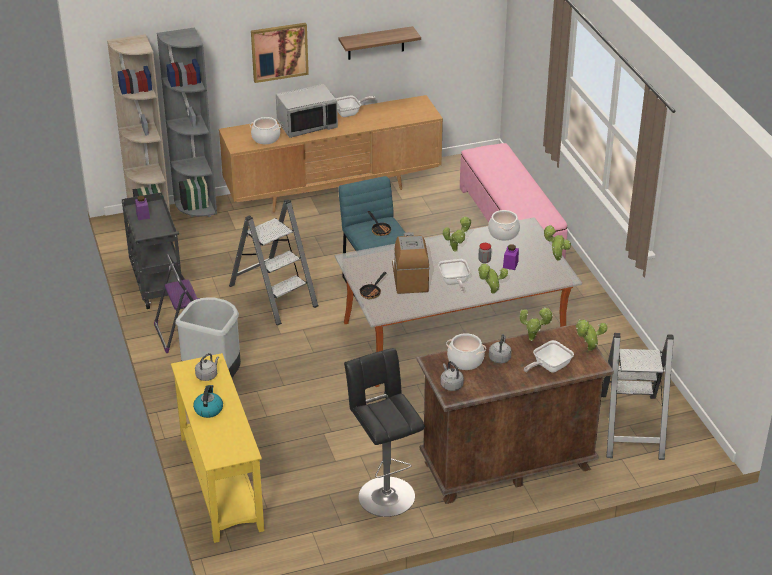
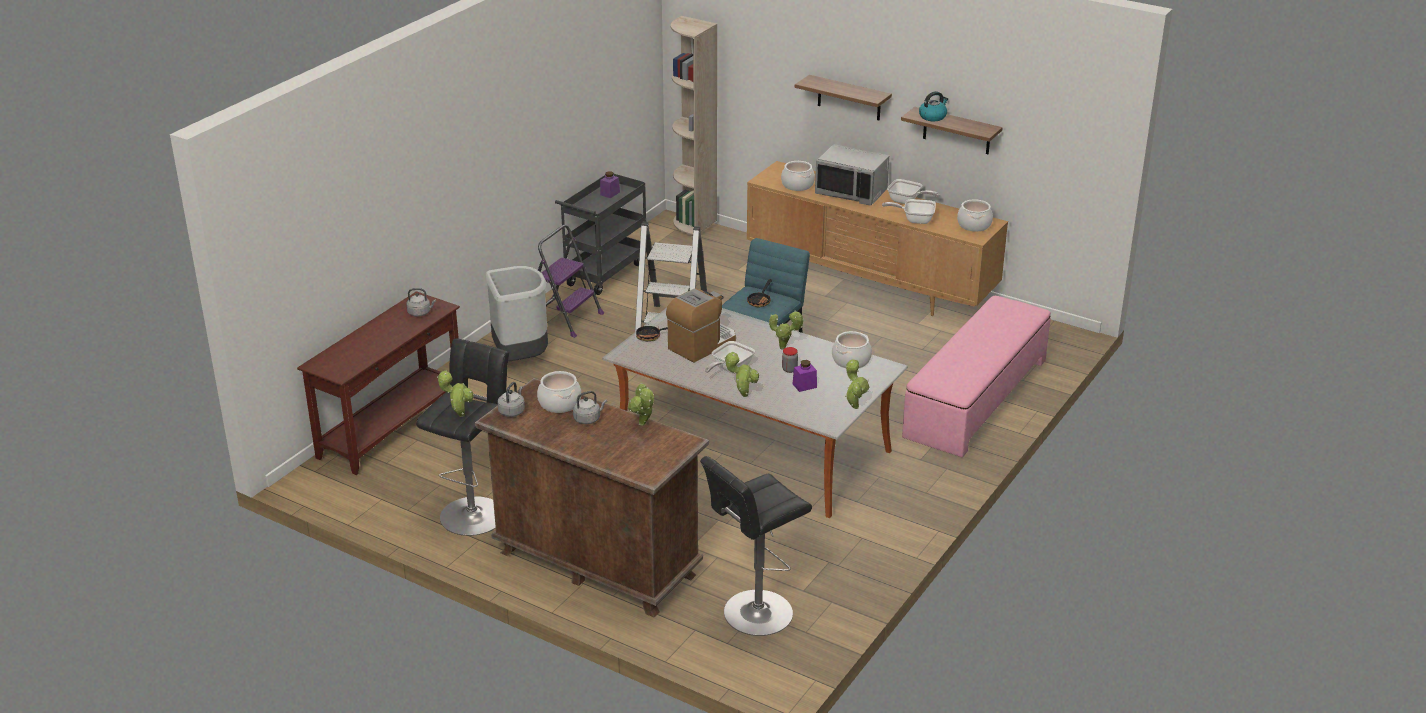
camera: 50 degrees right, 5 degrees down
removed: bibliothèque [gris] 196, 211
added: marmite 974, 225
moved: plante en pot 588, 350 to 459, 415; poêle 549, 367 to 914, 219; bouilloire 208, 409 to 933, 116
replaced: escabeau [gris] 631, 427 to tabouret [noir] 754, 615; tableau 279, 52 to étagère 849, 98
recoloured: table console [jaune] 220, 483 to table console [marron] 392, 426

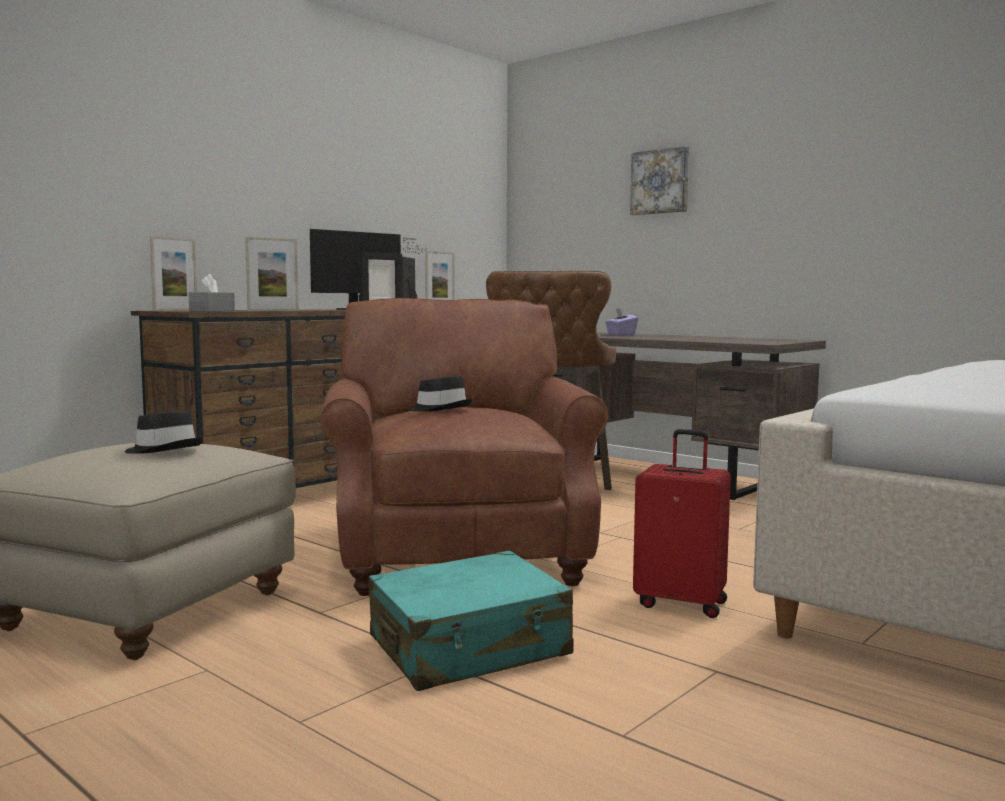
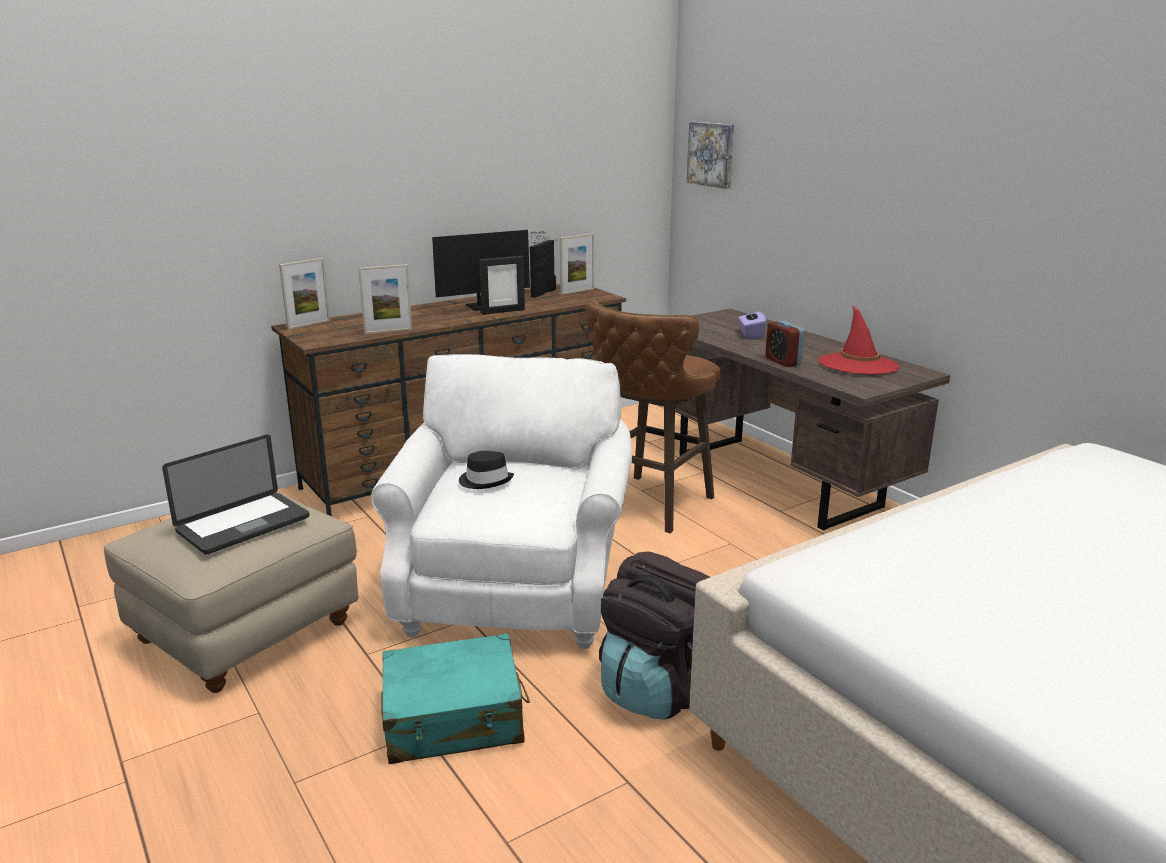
camera: 15 degrees right, 15 degrees up
removed: boîte à mouchoirs [gris] 212, 311
added: réveil 783, 361; chapeau [rouge] 858, 365
moved: tableau 660, 182 to 712, 154
replaced: chapeau [noir] 164, 450 to ordinateur portable 243, 525; valise [rouge] 681, 603 to sac à dos [noir] 660, 687
recoloured: fauteuil [marron] 457, 553 to fauteuil [blanc] 514, 586

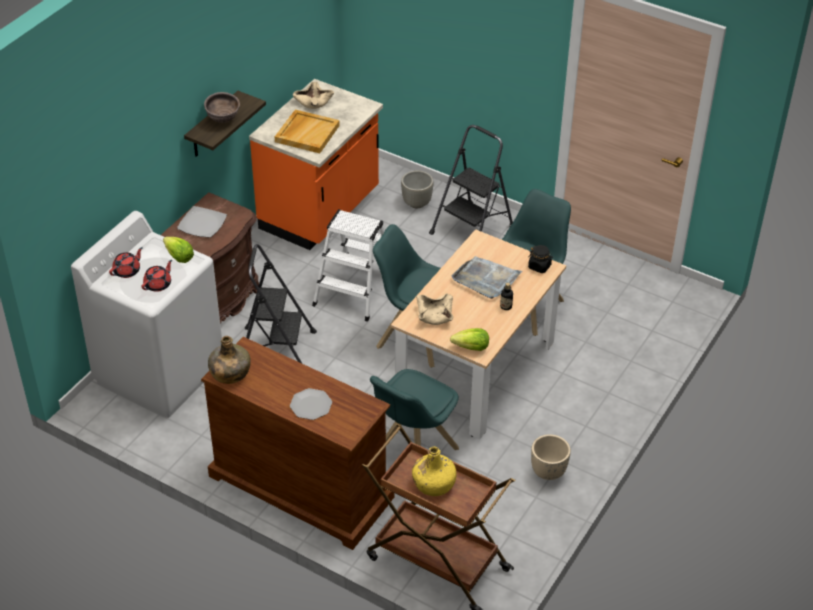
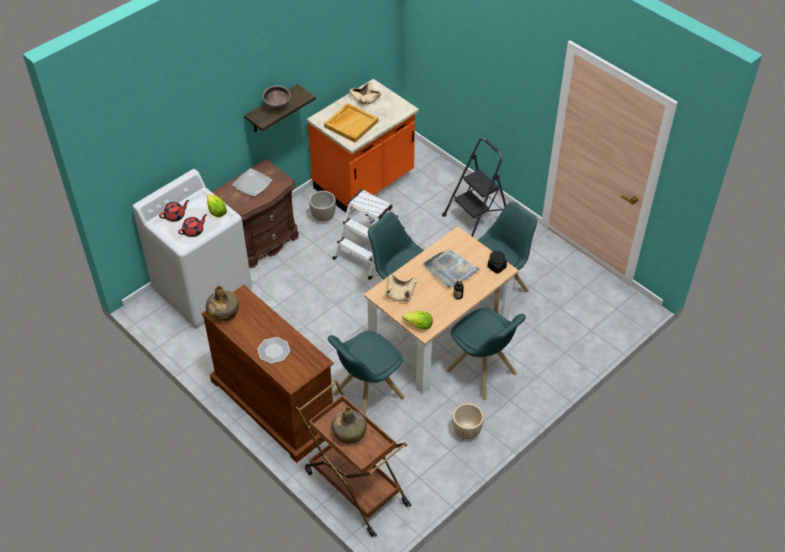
camera: 15 degrees right, 5 degrees up
removed: escabeau [noir] 273, 349
added: chaise [turquoise] 482, 372
moved: cache-pot [gris] 417, 203 to 323, 217
recoloured: bouteille [jaune] 434, 483 to bouteille [vert] 349, 432

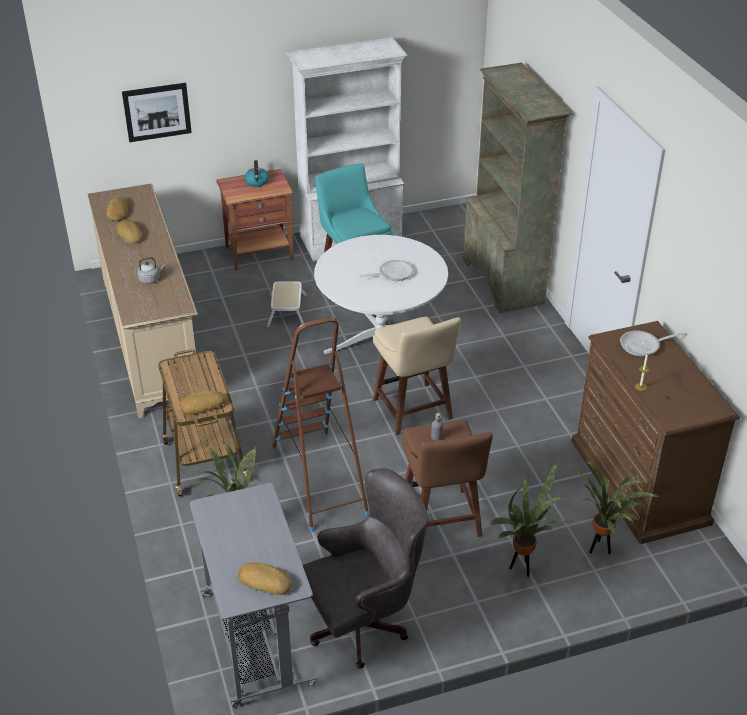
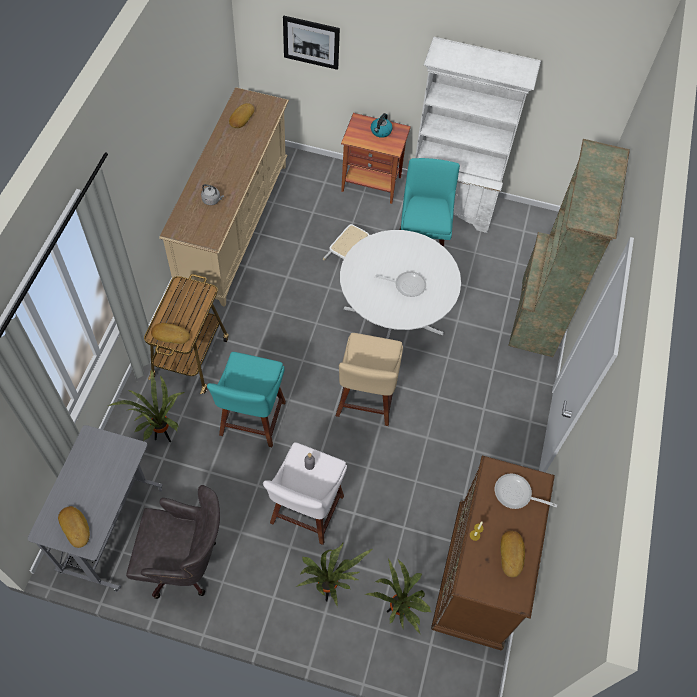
camera: 30 degrees right, 20 degrees up
moved: pain 130, 234 to 512, 554
replaced: escabeau [marron] 318, 479 to tabouret [turquoise] 251, 421
recoloured: tabouret [marron] 441, 521 to tabouret [blanc] 305, 512

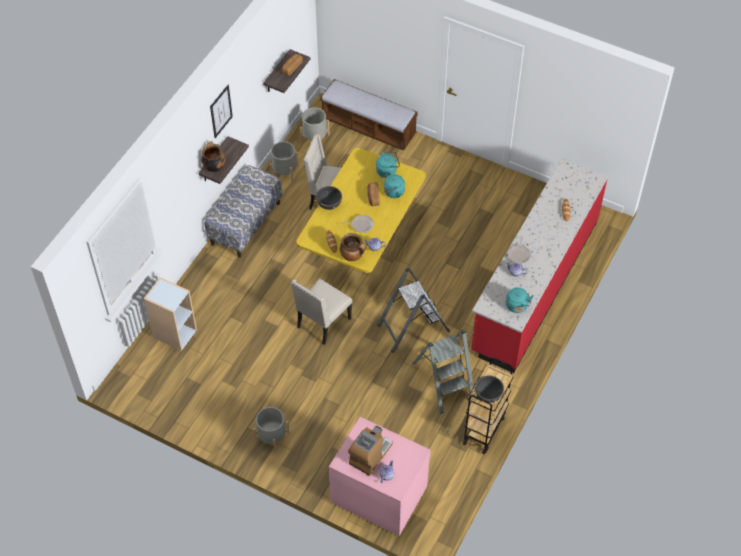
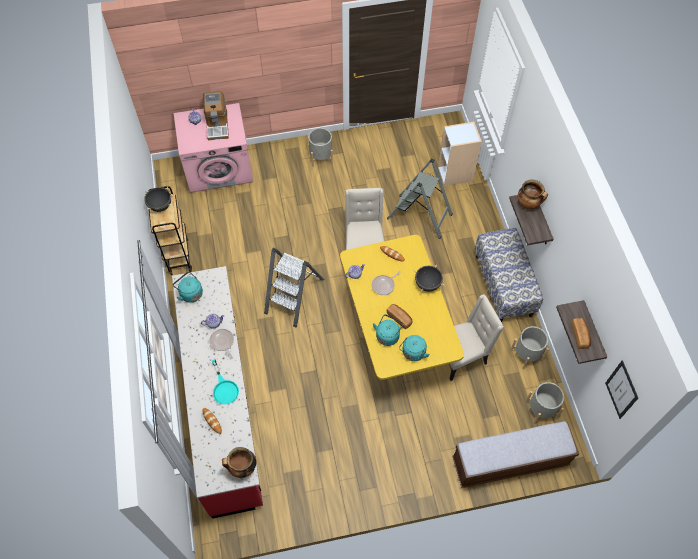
camera: 140 degrees right, 5 degrees up
added: poêle [turquoise] 224, 388
moved: marmite 352, 256 to 242, 468; escabeau [gris] 443, 380 to 420, 216; tableau 221, 111 to 621, 390

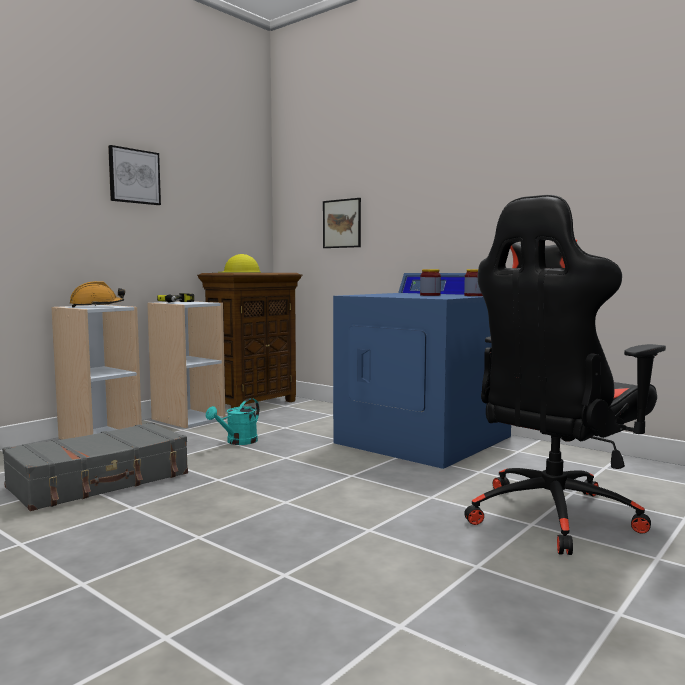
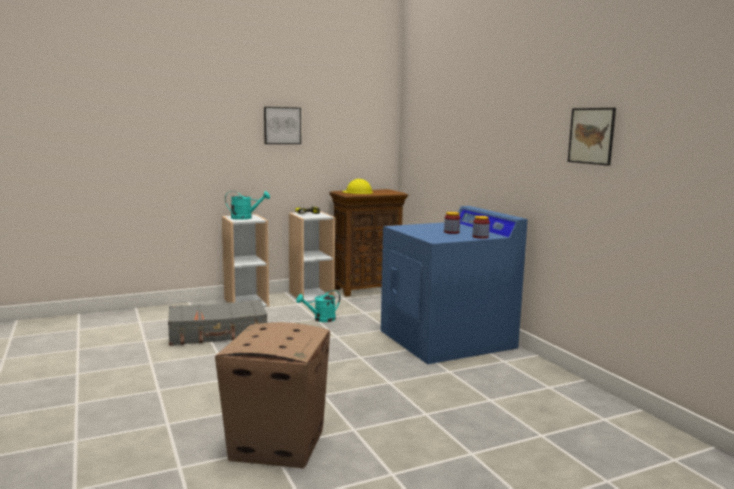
camera: 25 degrees right, 5 degrees up
removed: chaise de bureau [noir] 559, 512
added: carton 278, 444
moved: tableau 342, 223 to 591, 136
replaced: casque de chantier [orange] 97, 306 to arrosoir [turquoise] 245, 218

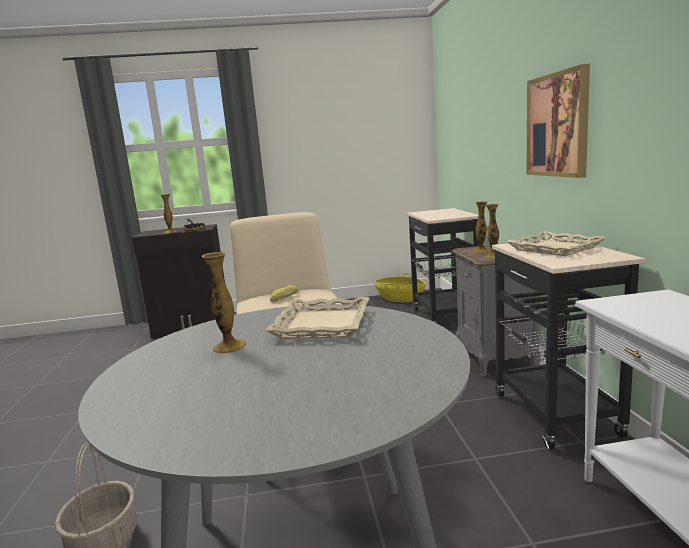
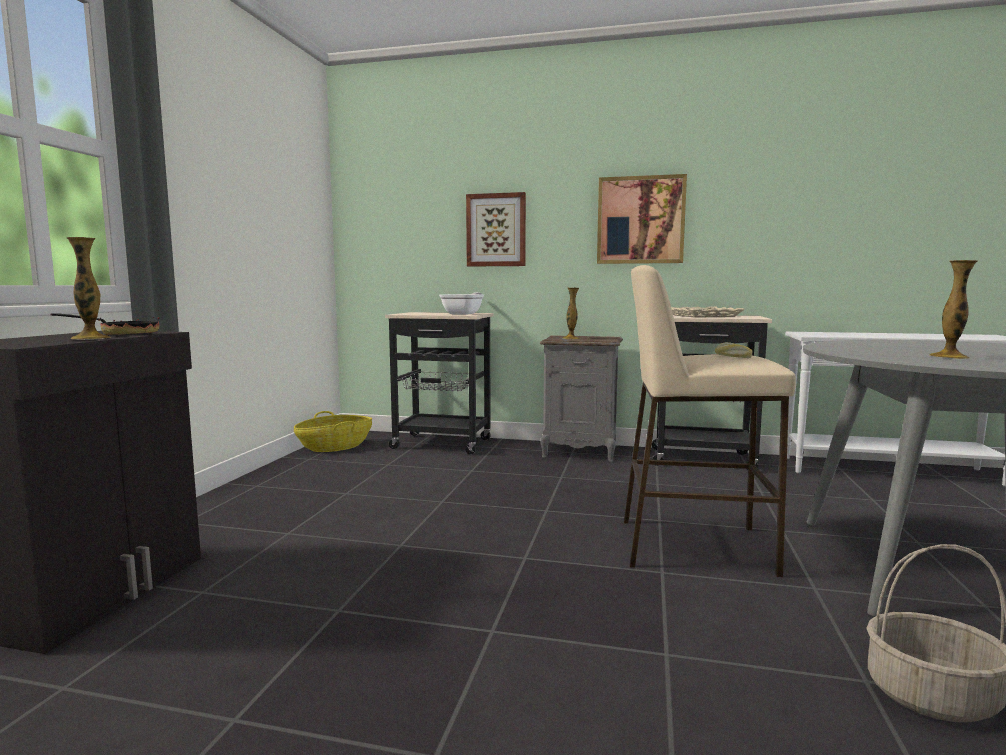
camera: 70 degrees left, 5 degrees down
removed: plateau [beige] 323, 325; vase 493, 256
added: poêle 464, 314; tableau 496, 230

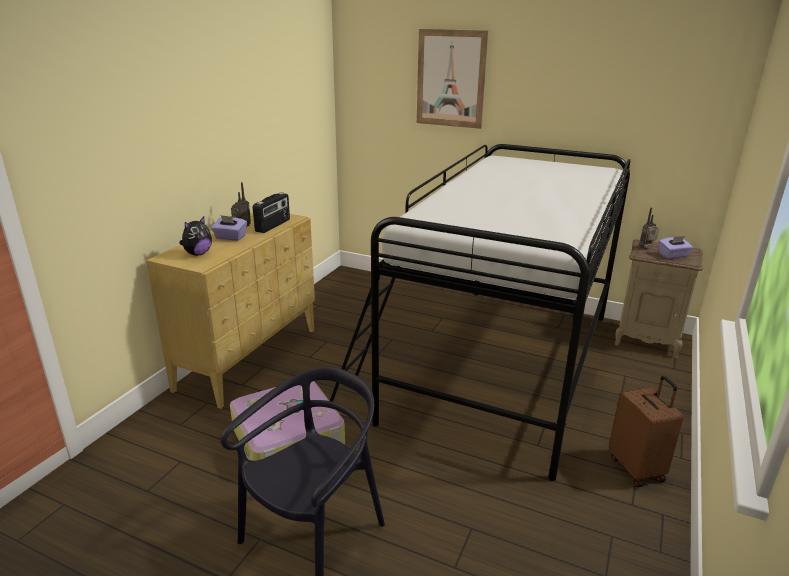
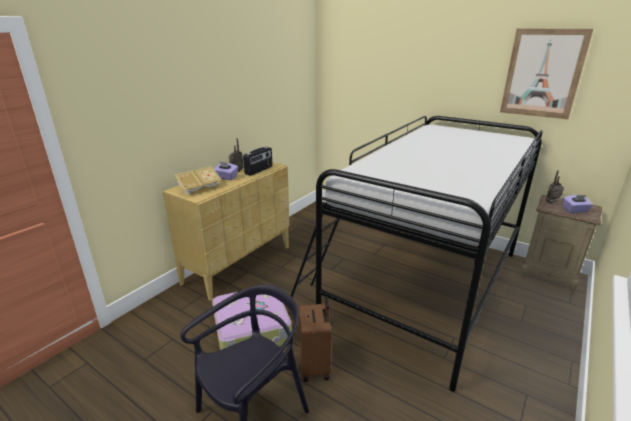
camera: 10 degrees right, 0 degrees up
moved: valise [marron] 637, 468 to 315, 366; tableau 451, 79 to 542, 73
replaced: peluche 198, 254 to livre 199, 188

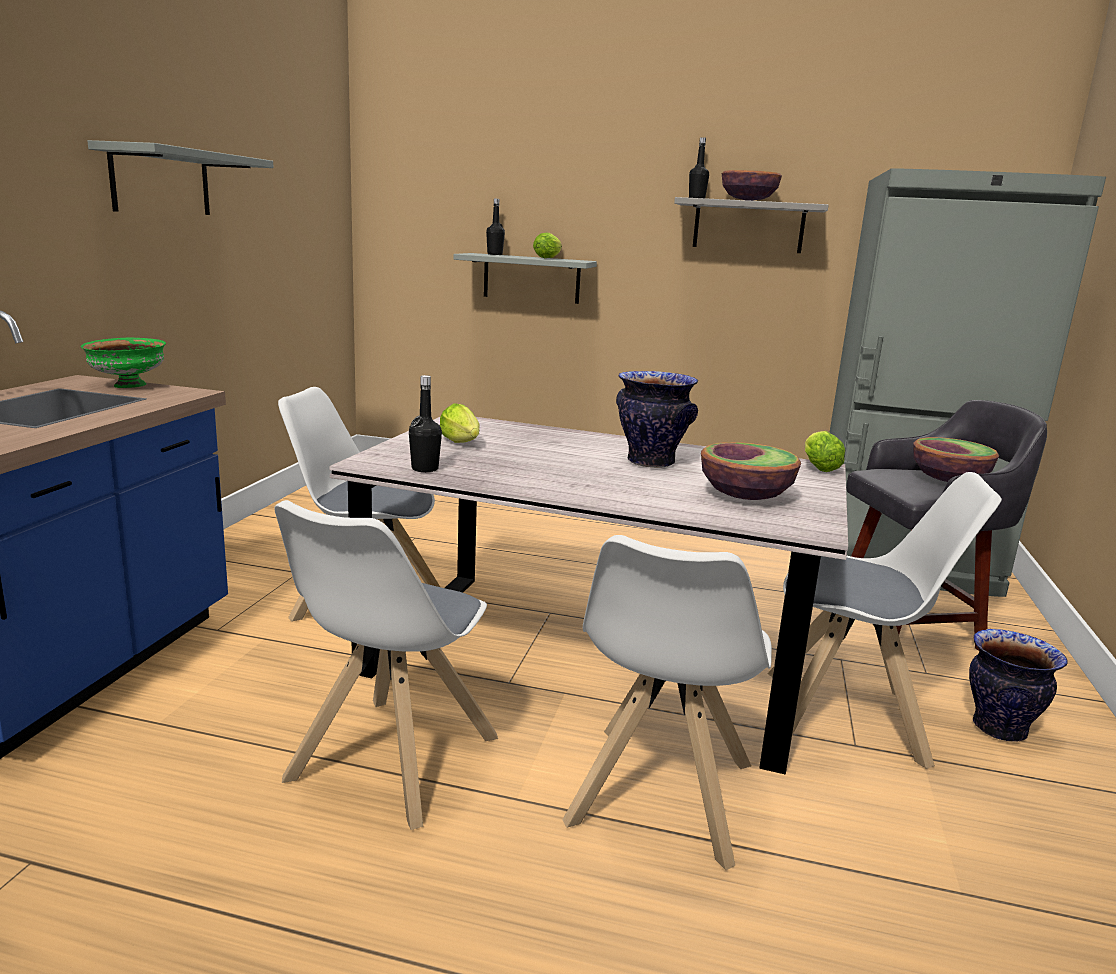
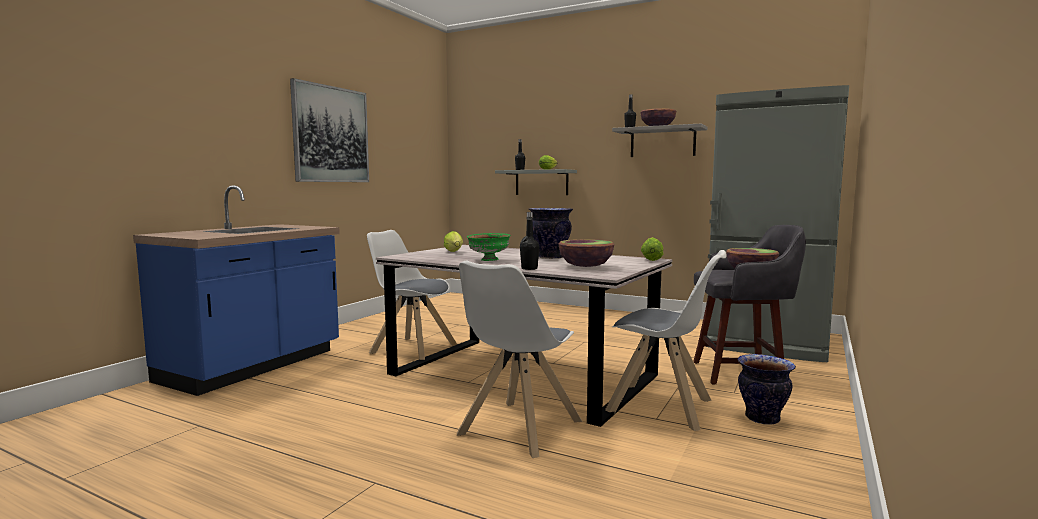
camera: 15 degrees right, 10 degrees down
removed: chaise 390, 761
moved: bol [vert] 129, 386 to 489, 260; bouteille [noir] 425, 469 to 529, 268
replaced: étagère [gris] 161, 182 to tableau 331, 134

